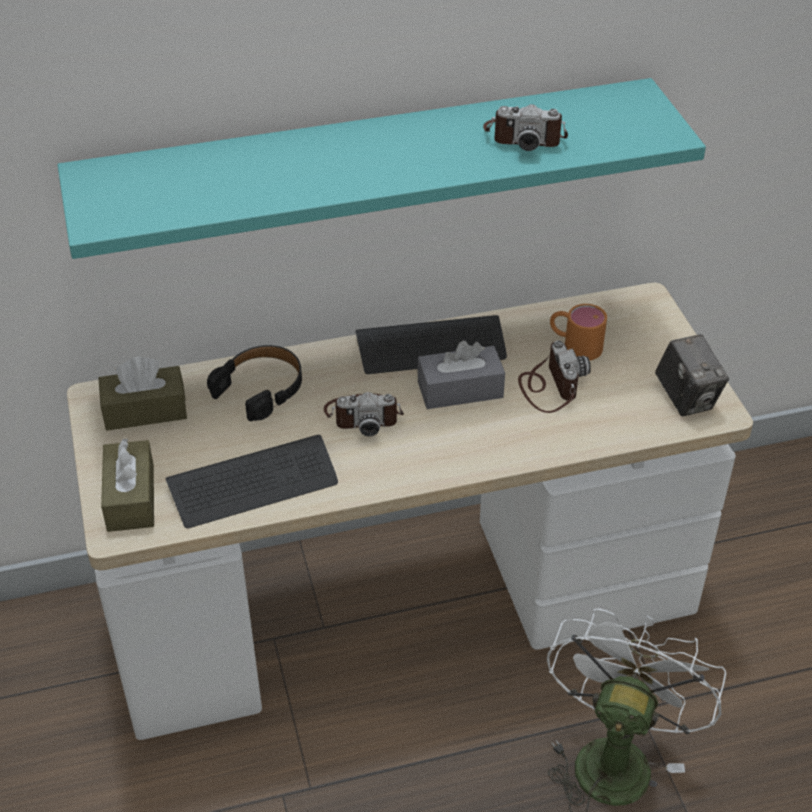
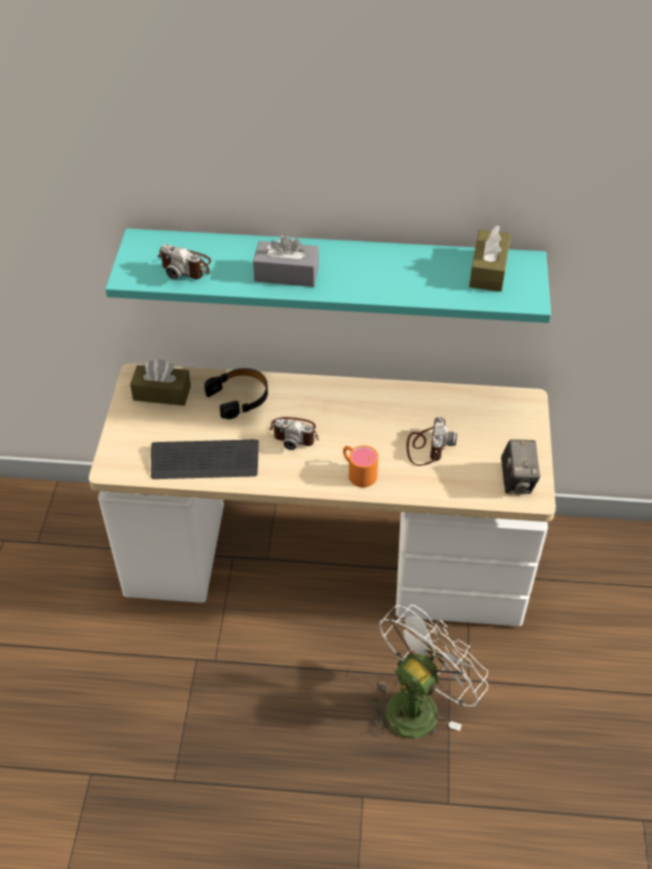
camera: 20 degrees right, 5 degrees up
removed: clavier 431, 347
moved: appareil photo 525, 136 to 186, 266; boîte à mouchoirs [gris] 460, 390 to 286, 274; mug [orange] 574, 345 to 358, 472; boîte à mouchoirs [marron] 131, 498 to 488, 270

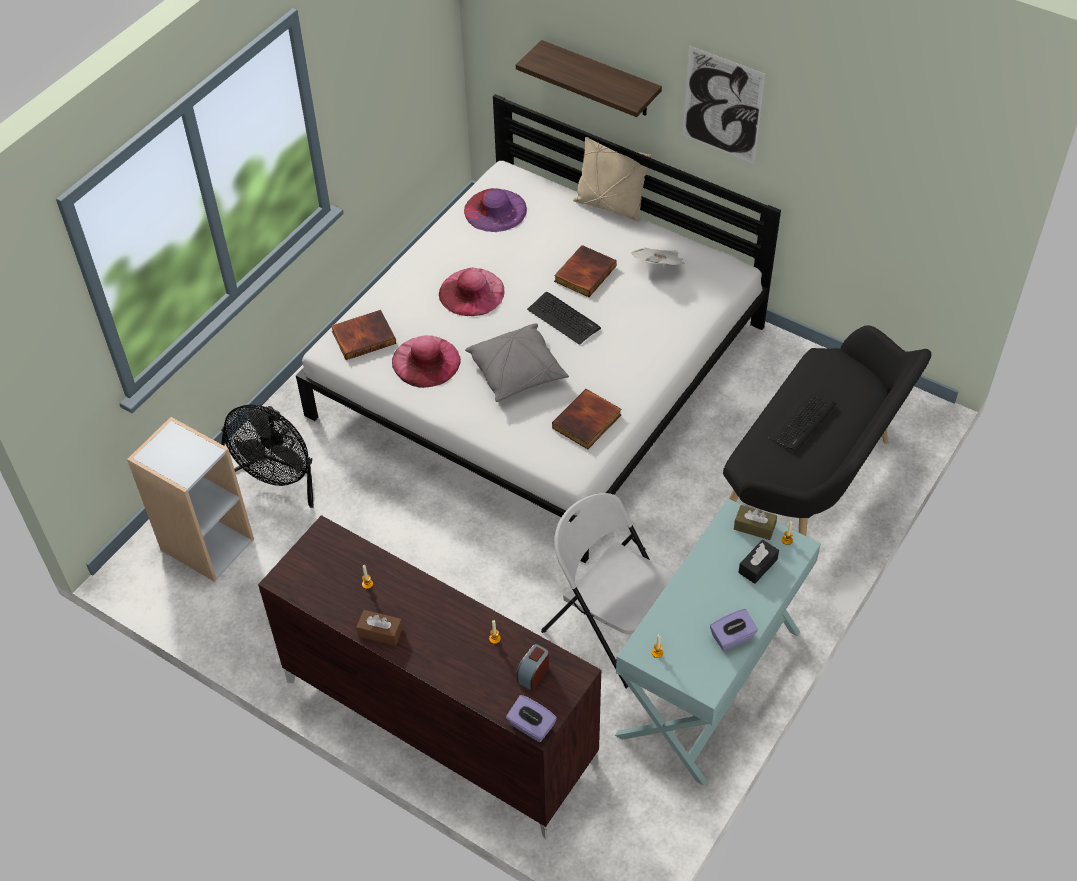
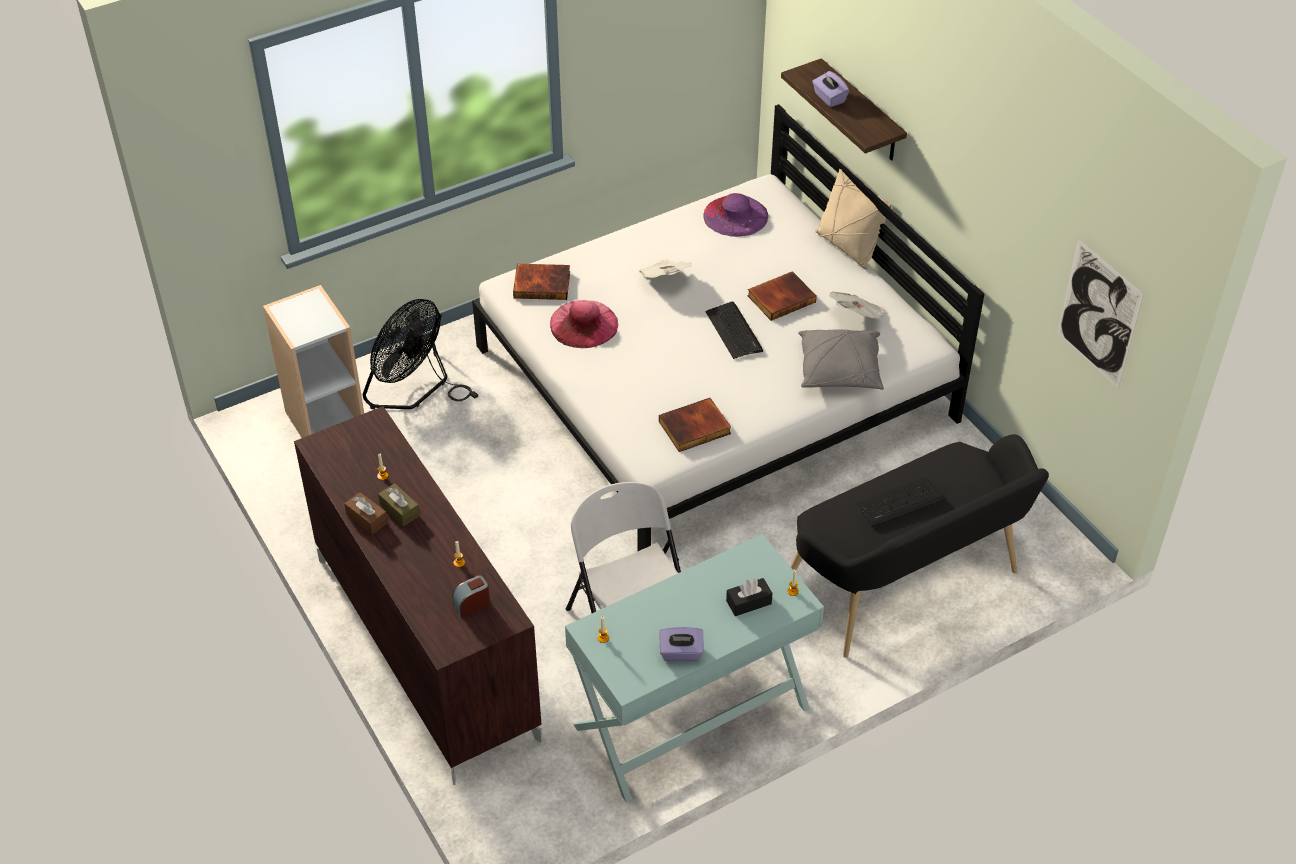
camera: 25 degrees right, 5 degrees down
moved: boîte à mouchoirs [marron] 754, 527 to 399, 510; coussin [gris] 517, 372 to 840, 371; boîte à mouchoirs [violet] 531, 726 to 829, 98; tableau 722, 105 to 1098, 314
replaced: chapeau [rose] 471, 292 to journal 664, 279
turned: ventilateur [noir] 277, 474 = 421, 387 75 degrees clockwise

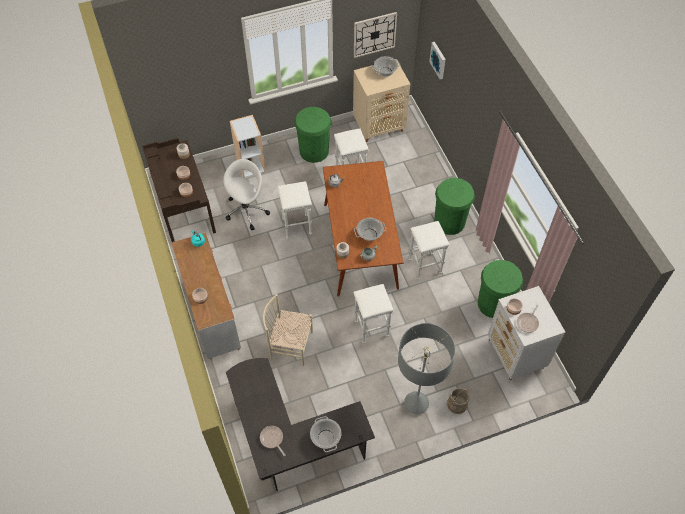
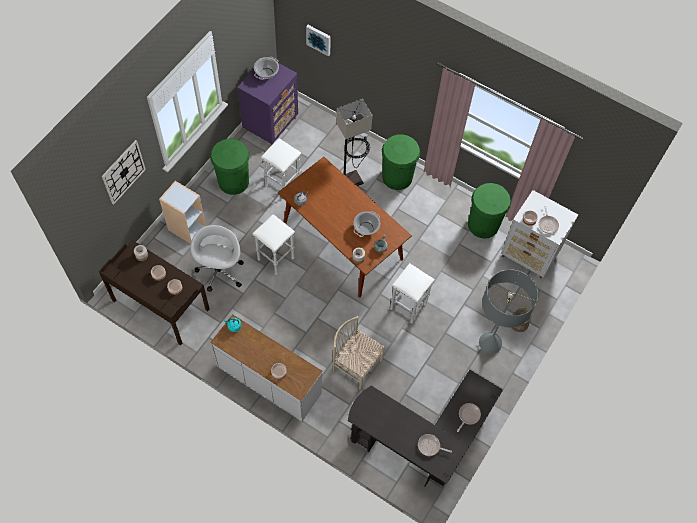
camera: 40 degrees left, 5 degrees up
removed: tabouret [blanc] 425, 266
added: lampadaire 354, 163
moved: horloge murale 374, 34 to 123, 172
replaced: marmite 325, 437 to poêle 468, 415
recoloured: commode [beige] 379, 125 to commode [violet] 271, 124
turned: chaise [beige] 289, 345 = 355, 364 60 degrees clockwise

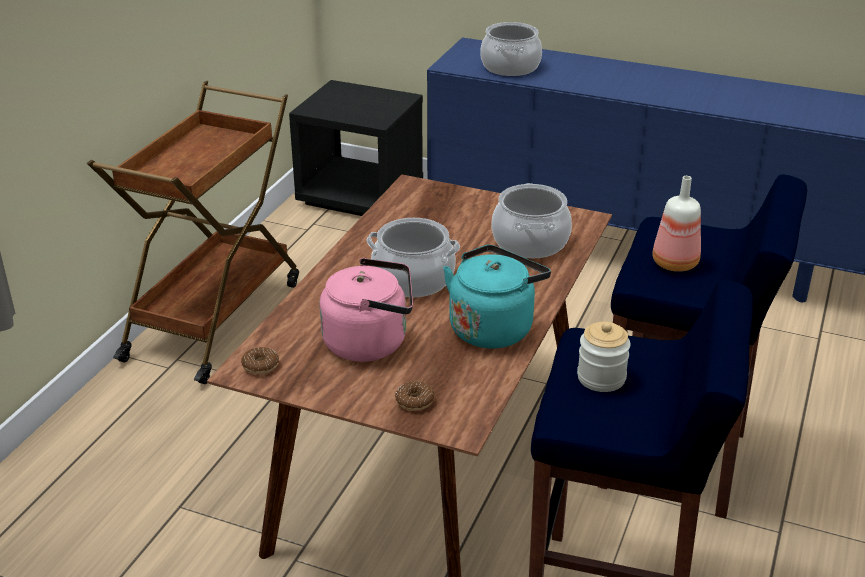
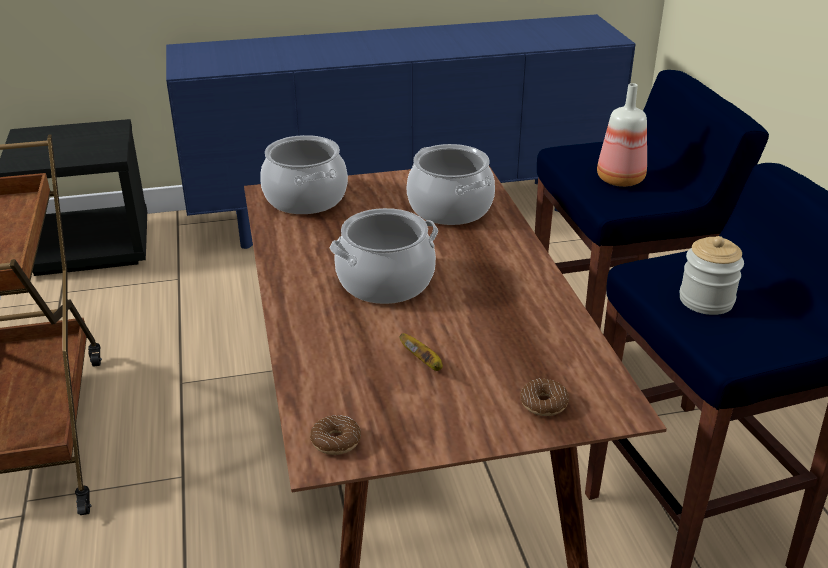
camera: 35 degrees left, 0 degrees up
removed: bouilloire [turquoise] 493, 327
moved: marmite 511, 67 to 306, 198
replaced: bouilloire [rose] 371, 342 to banane 423, 362

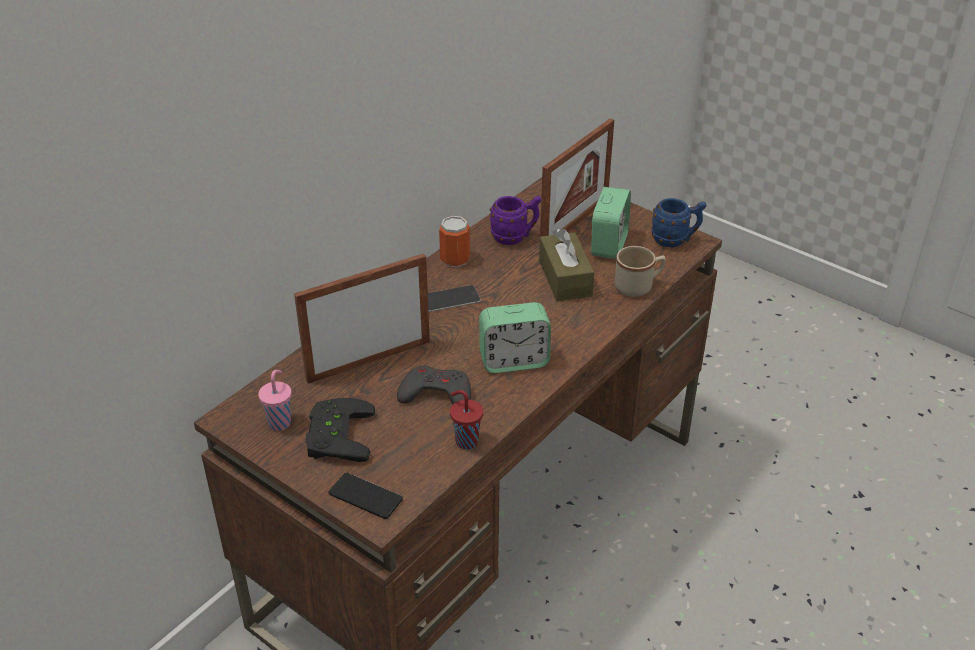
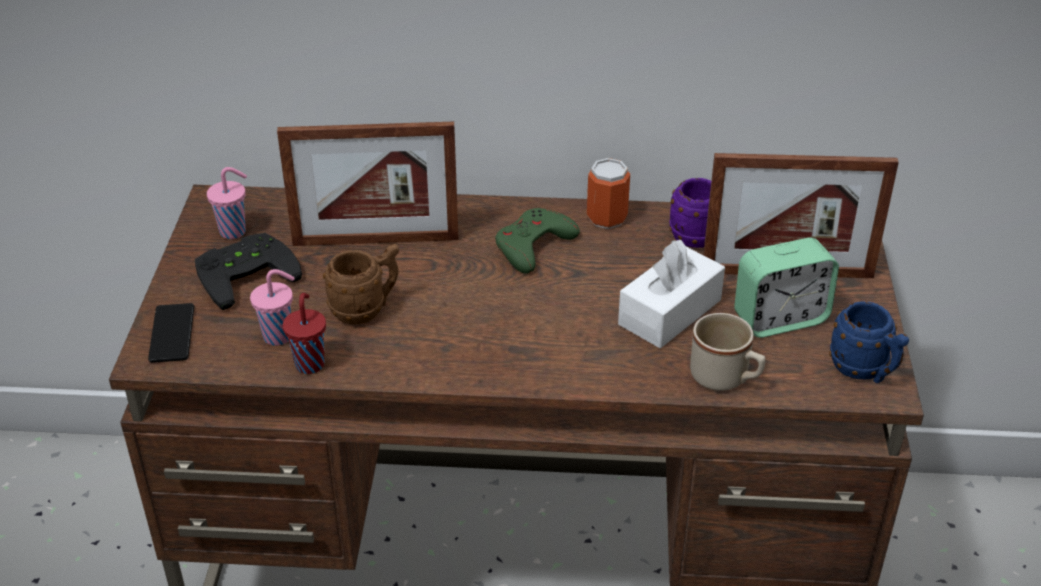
camera: 55 degrees right, 0 degrees up
removed: réveil 514, 361
added: tasse [rose] 279, 336
replaced: manette [gris] 436, 394 to mug [marron] 366, 309; téléphone 449, 299 to manette [vert] 533, 246
recoloured: boîte à mouchoirs [marron] 565, 278 to boîte à mouchoirs [blanc] 670, 312
turned: cadre photo 369, 360 = 376, 240 150 degrees clockwise

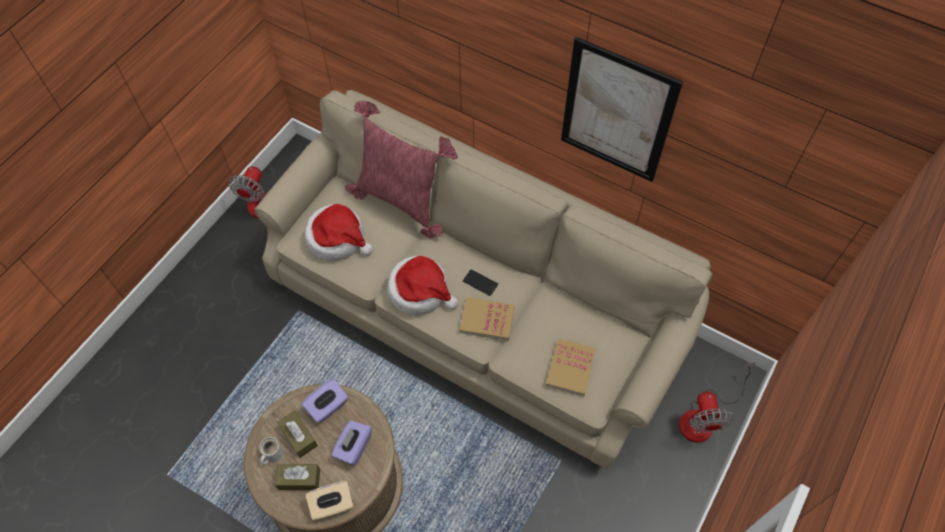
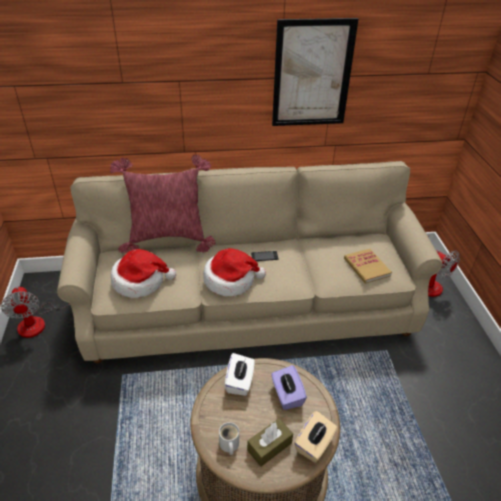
camera: 40 degrees left, 20 degrees down
removed: boîte à mouchoirs [marron] 299, 436; livre 487, 319
recoloured: boîte à mouchoirs [violet] 328, 406 to boîte à mouchoirs [blanc] 240, 382

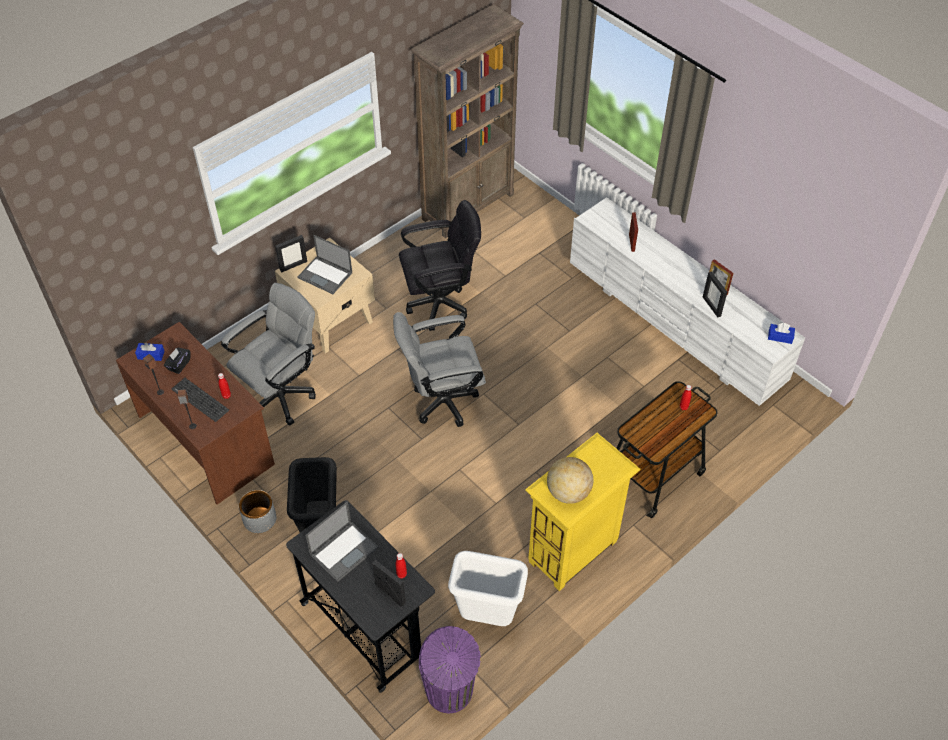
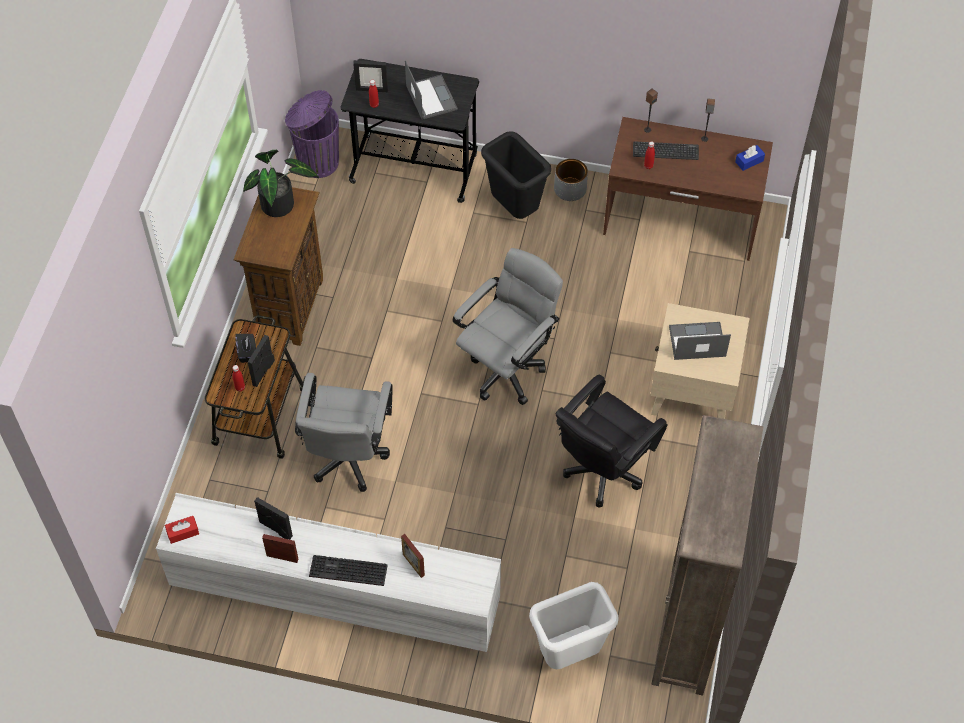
camera: 145 degrees right, 5 degrees up
added: clavier 346, 572
moved: boîte à mouchoirs [noir] 179, 365 to 247, 352; cadre photo 293, 265 to 263, 373; chaise de bureau [gris] 283, 395 to 349, 464; poubelle [blanc] 488, 616 to 569, 654
replaced: globe 568, 492 to plante en pot 281, 206
recoloured: boîte à mouchoirs [bleu] 780, 337 to boîte à mouchoirs [rouge] 183, 532; meuble de rangement [jaune] 573, 553 to meuble de rangement [marron] 290, 307
turned: ordinateur portable 344, 550 = 431, 97 150 degrees clockwise

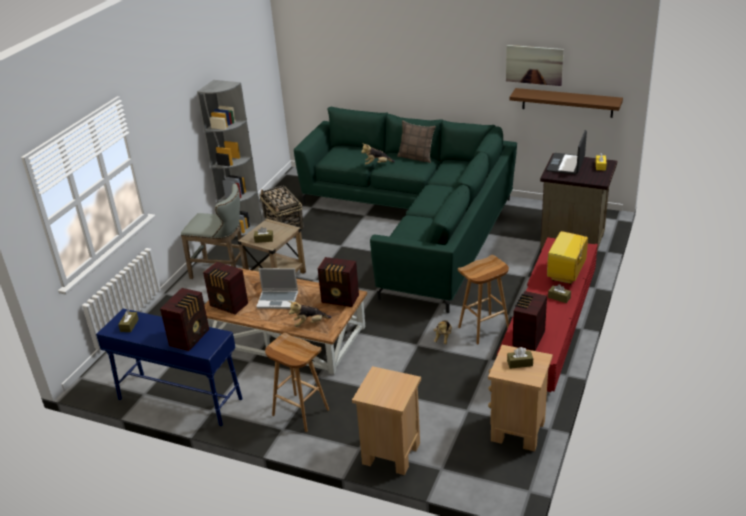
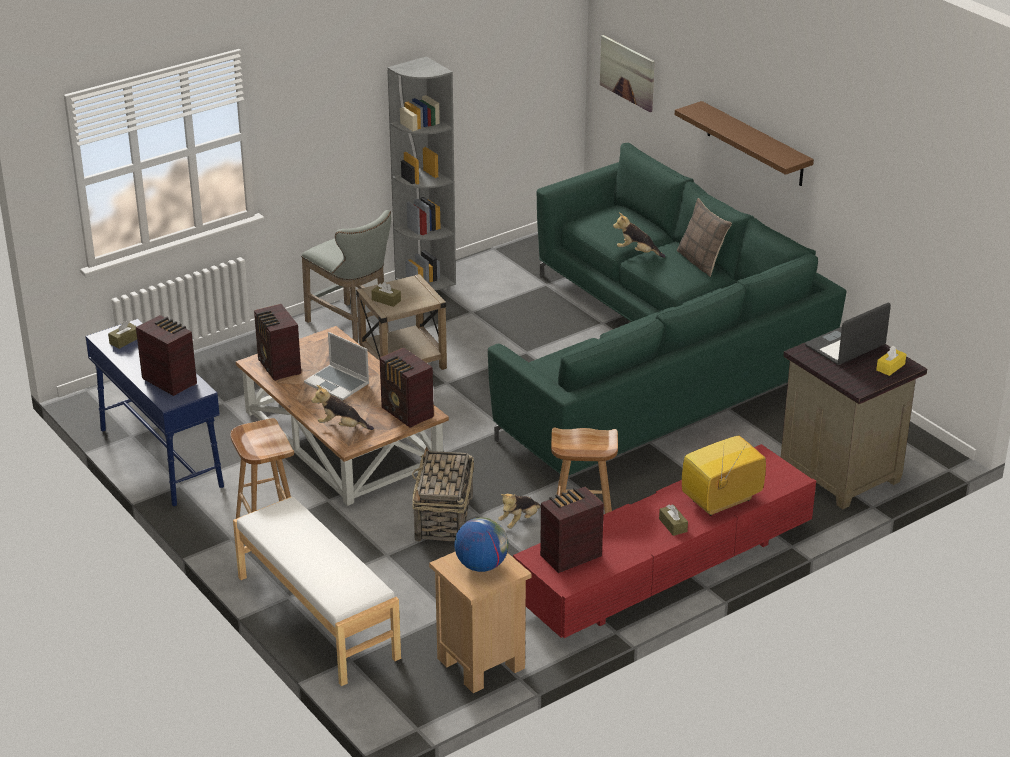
camera: 30 degrees right, 0 degrees up
moved: panier 283, 222 to 443, 518; tableau 534, 65 to 627, 73; étagère [marron] 567, 102 to 755, 144
replaced: table de chevet [beige] 391, 452 to banc [blanc] 316, 617; boîte à mouchoirs [marron] 519, 363 to globe 481, 565
turned: radio 190, 337 = 169, 380 105 degrees counterclockwise

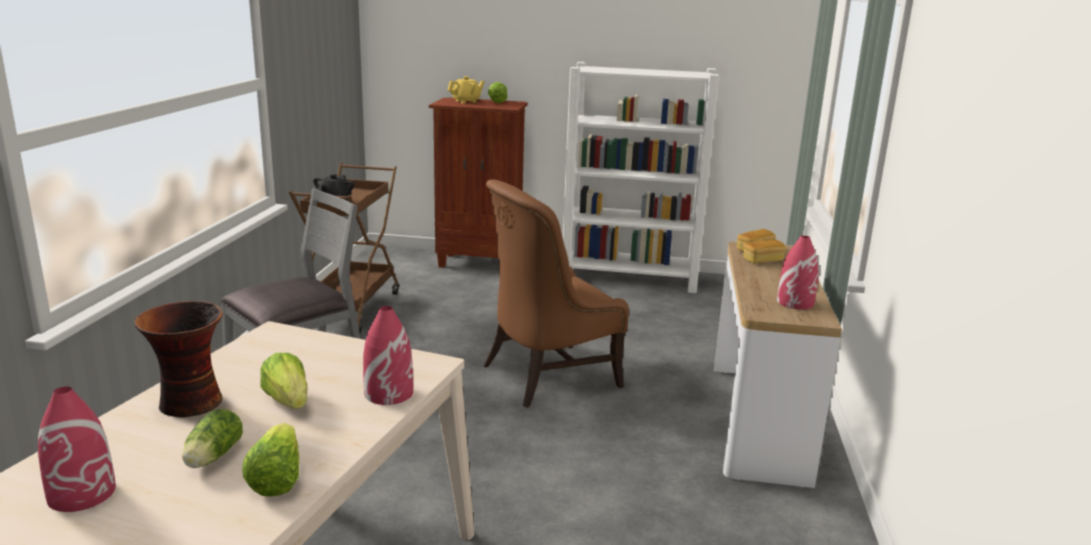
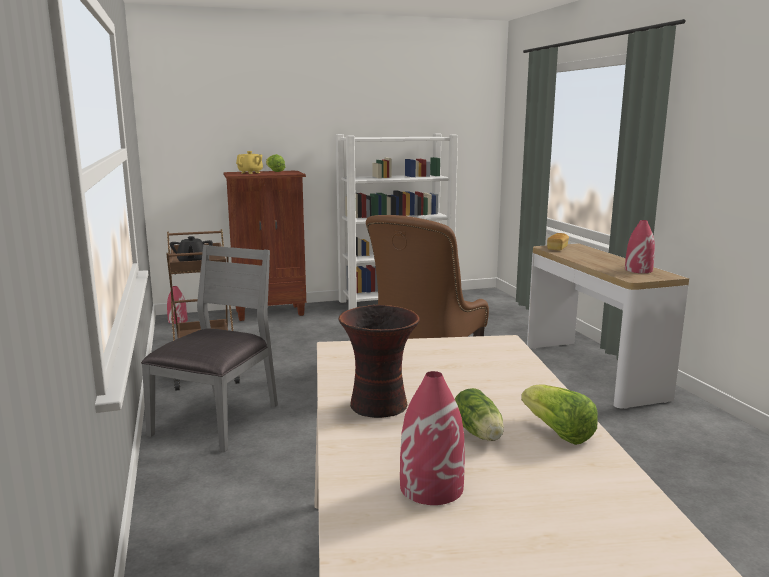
camera: 25 degrees left, 5 degrees down
removed: laitue 288, 401; pain 763, 260
moved: vase [rouge] 388, 393 to 177, 321

